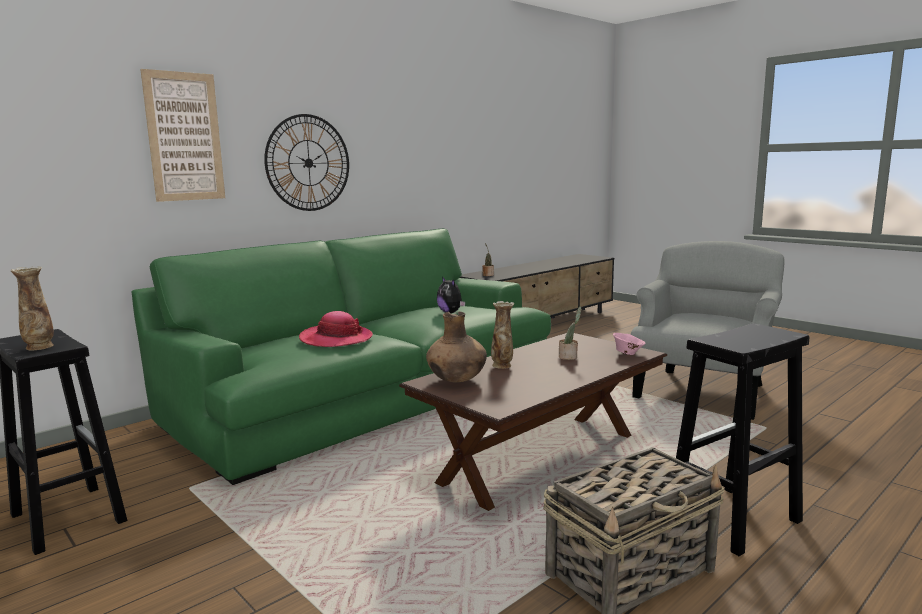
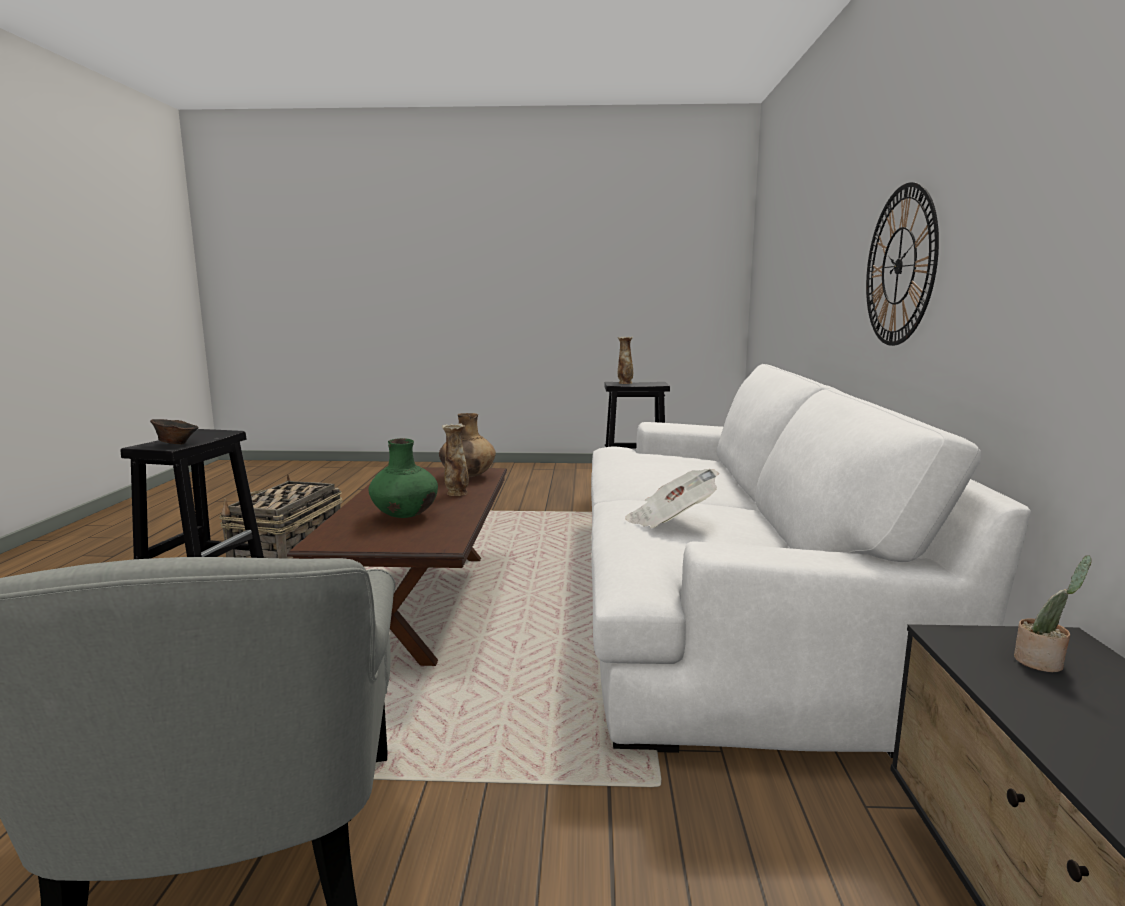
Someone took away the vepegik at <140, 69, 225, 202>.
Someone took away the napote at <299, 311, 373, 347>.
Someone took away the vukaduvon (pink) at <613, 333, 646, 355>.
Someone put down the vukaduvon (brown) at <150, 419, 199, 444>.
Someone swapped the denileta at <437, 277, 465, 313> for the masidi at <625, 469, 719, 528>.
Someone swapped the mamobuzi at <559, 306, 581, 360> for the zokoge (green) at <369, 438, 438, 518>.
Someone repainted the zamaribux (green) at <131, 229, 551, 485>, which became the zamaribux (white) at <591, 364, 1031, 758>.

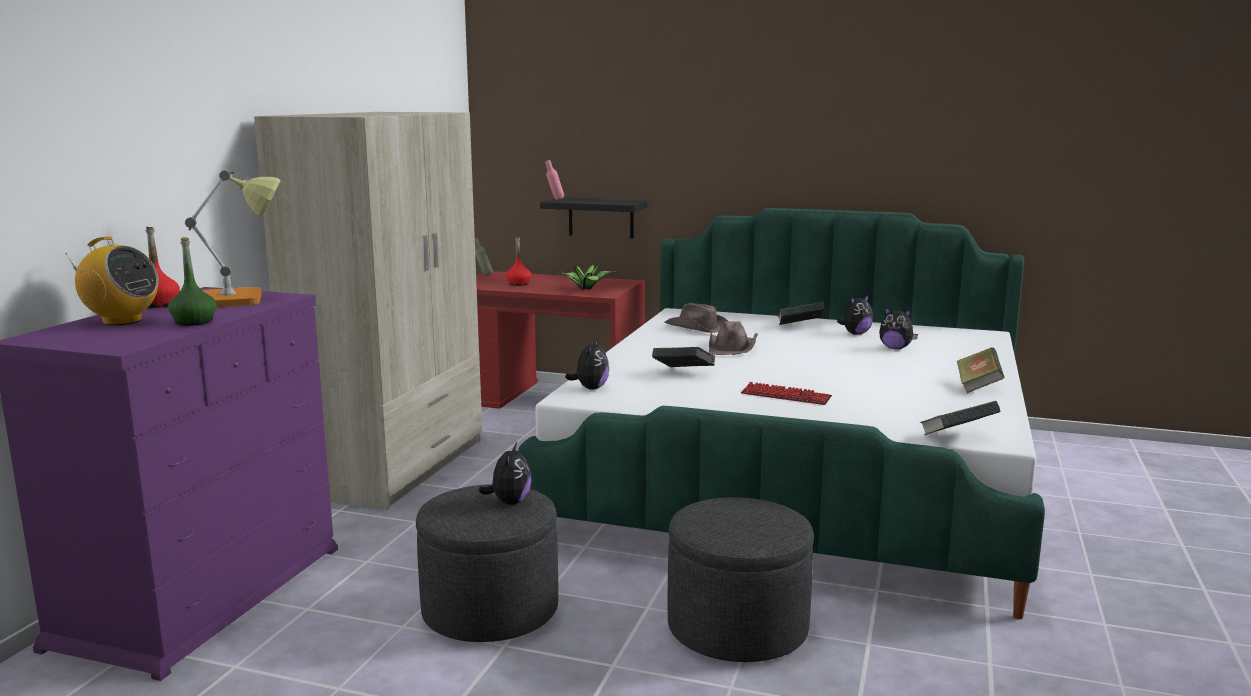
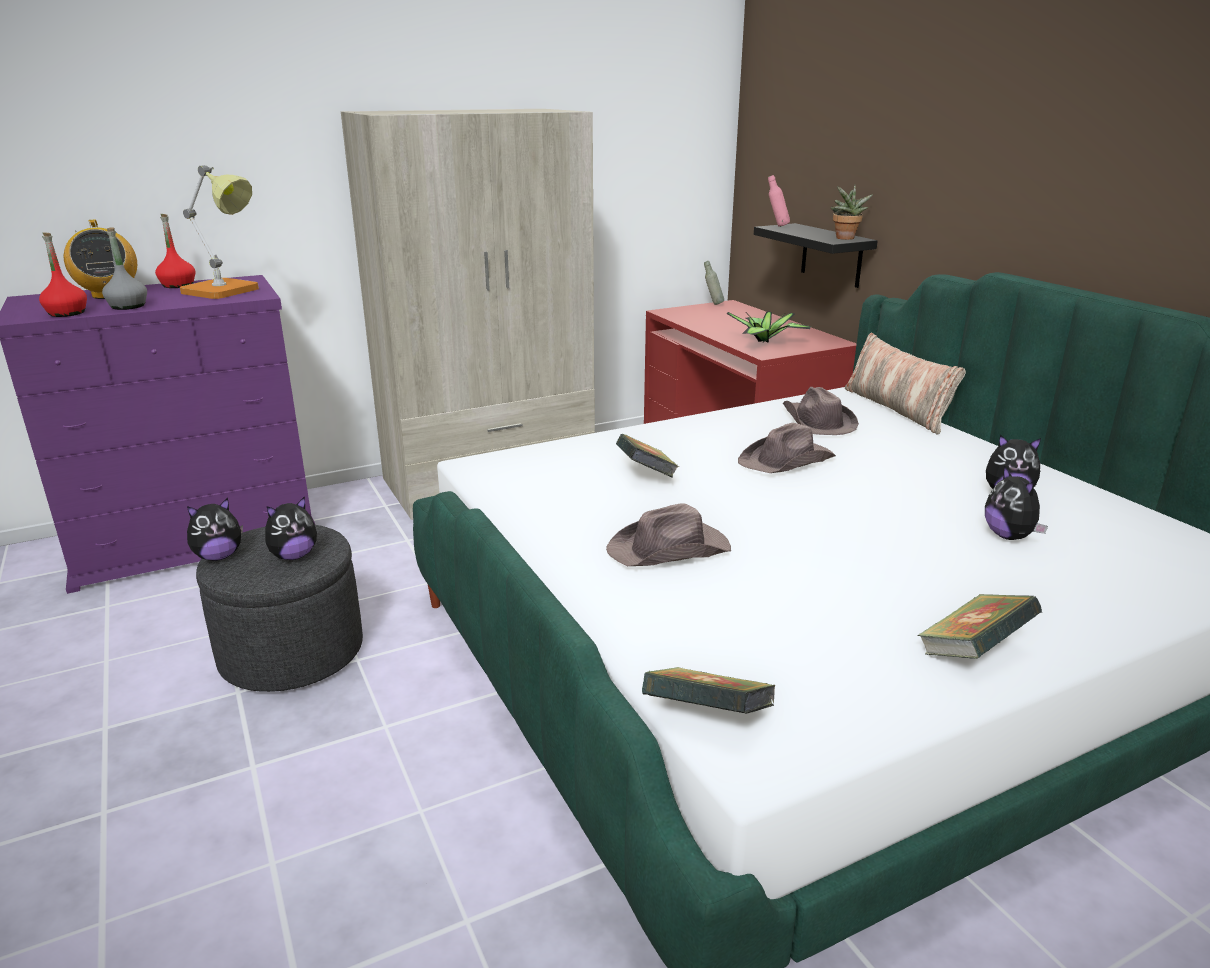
Someone took away the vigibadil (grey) at <667, 497, 814, 662>.
Someone took away the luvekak at <778, 302, 825, 325>.
Someone put down the mamobuzi at <831, 185, 873, 240>.
Someone put down the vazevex at <845, 333, 966, 435>.
Someone carried the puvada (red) from <506, 236, 531, 286> to <39, 233, 87, 317>.
Someone carried the denileta from <565, 338, 609, 389> to <187, 498, 243, 561>.
Someone swapped the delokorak at <741, 382, 832, 405> for the napote (brown) at <606, 503, 731, 566>.
Someone repainted the puvada (green) at <168, 237, 216, 326>, which became the puvada (grey) at <102, 227, 147, 310>.

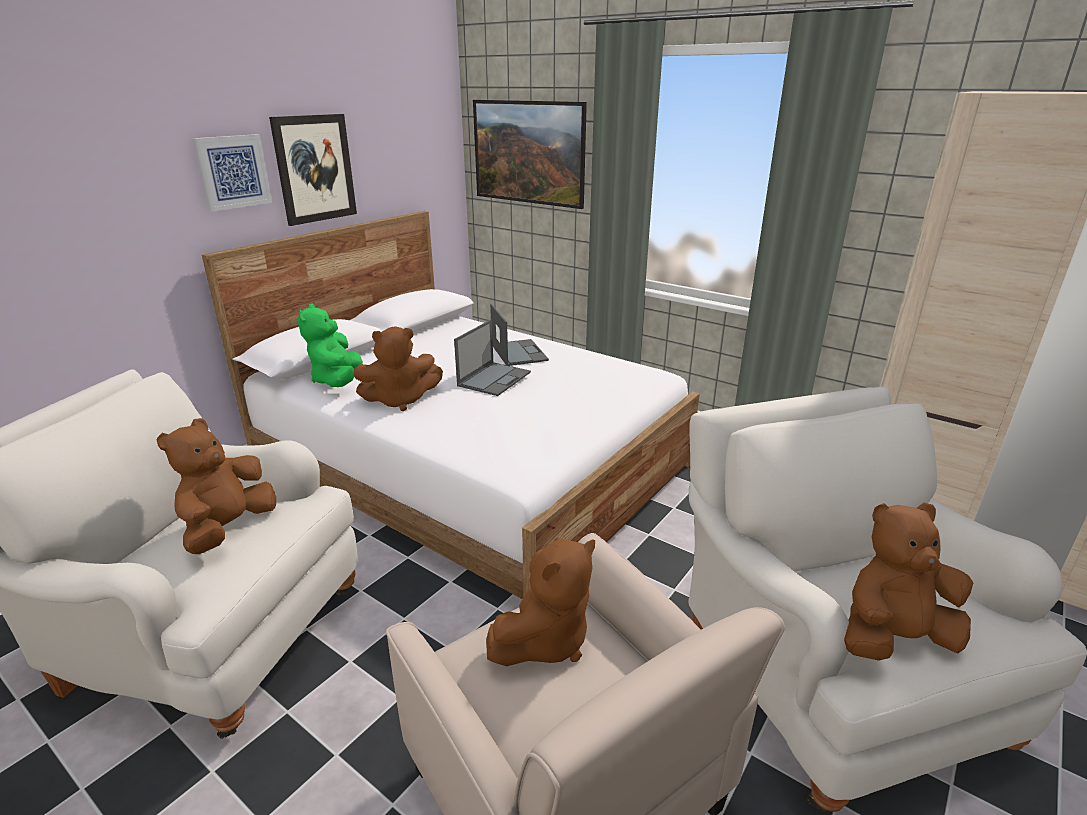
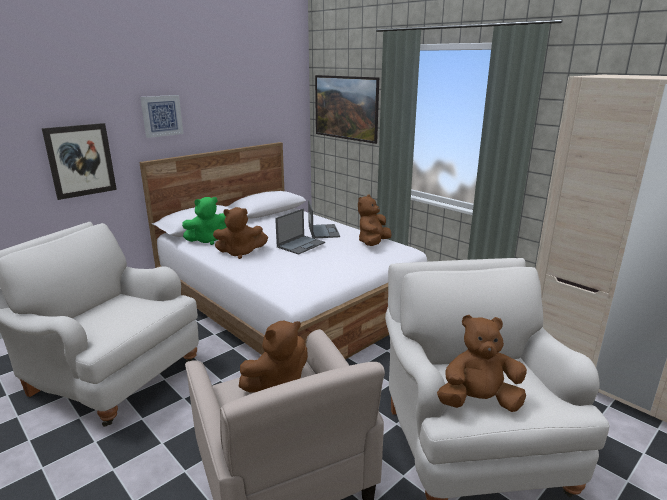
Someone carried the denileta (brown) from <156, 418, 276, 554> to <358, 194, 392, 246>.
Someone carried the vepegik from <269, 114, 357, 226> to <42, 123, 117, 200>.
Someone rotated the denileta (green) at <298, 303, 363, 387> by 120 degrees counterclockwise.

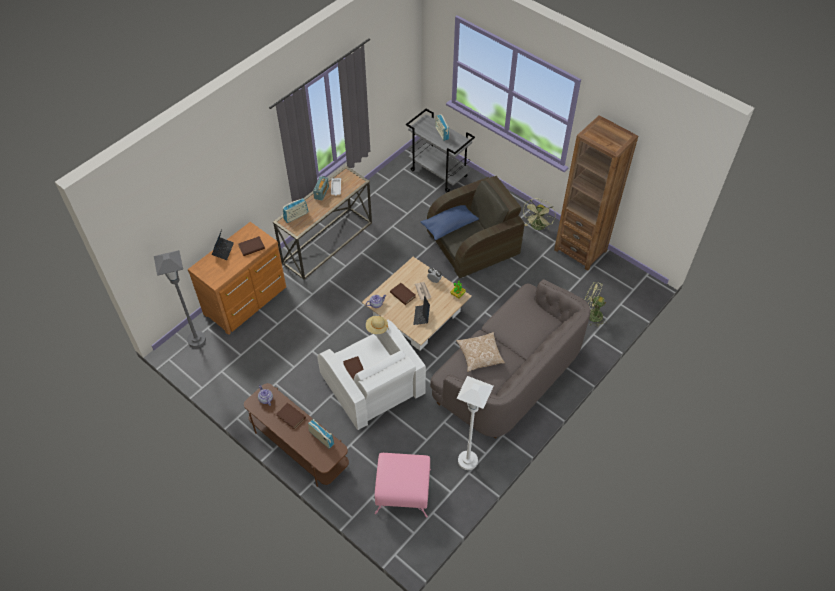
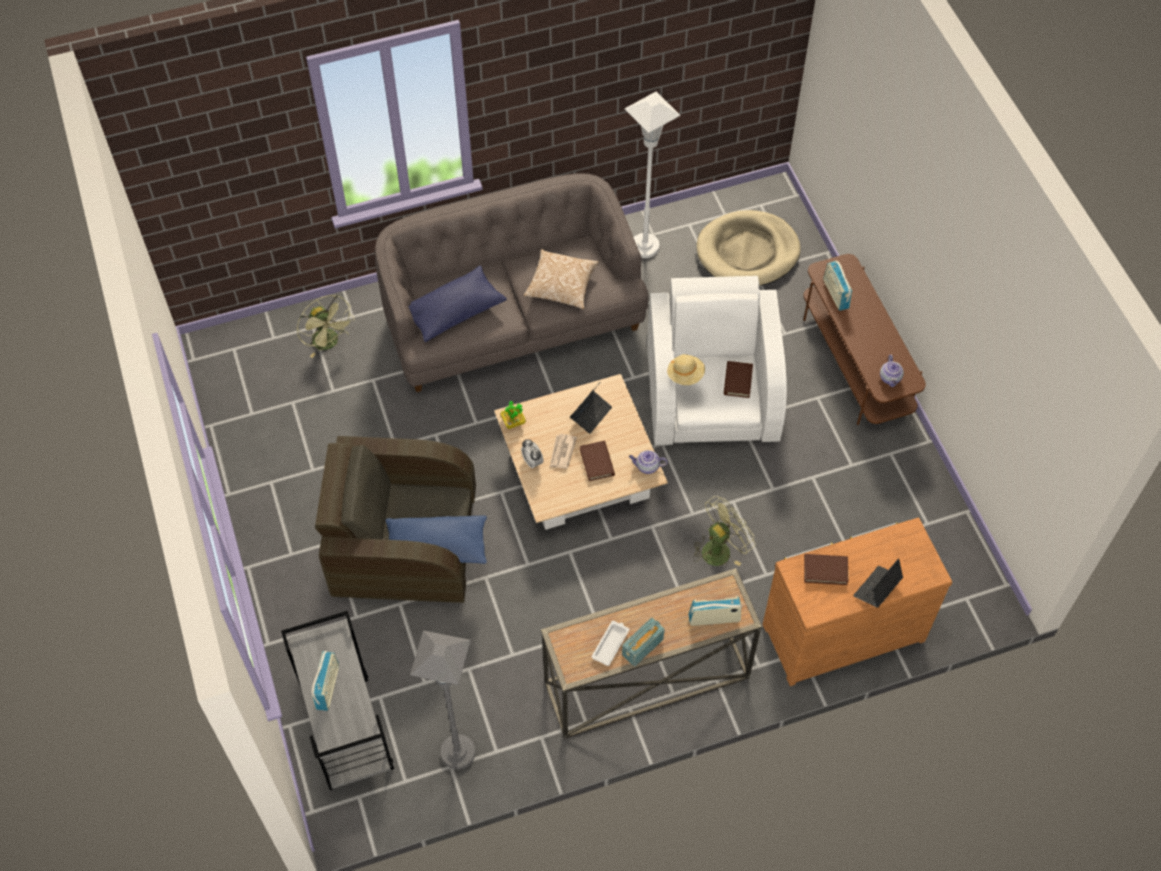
Someone took away the luvekak (brown) at <276, 403, 306, 429>.
Someone took away the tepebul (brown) at <554, 115, 638, 271>.
Someone put down the vazevex (blue) at <409, 266, 507, 342>.
Someone carried the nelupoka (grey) from <154, 250, 206, 348> to <410, 630, 475, 769>.
Someone carried the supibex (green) from <522, 199, 556, 230> to <693, 496, 755, 566>.
Someone swapped the vigibadil (pink) at <375, 453, 431, 518> for the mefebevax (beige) at <697, 210, 801, 286>.

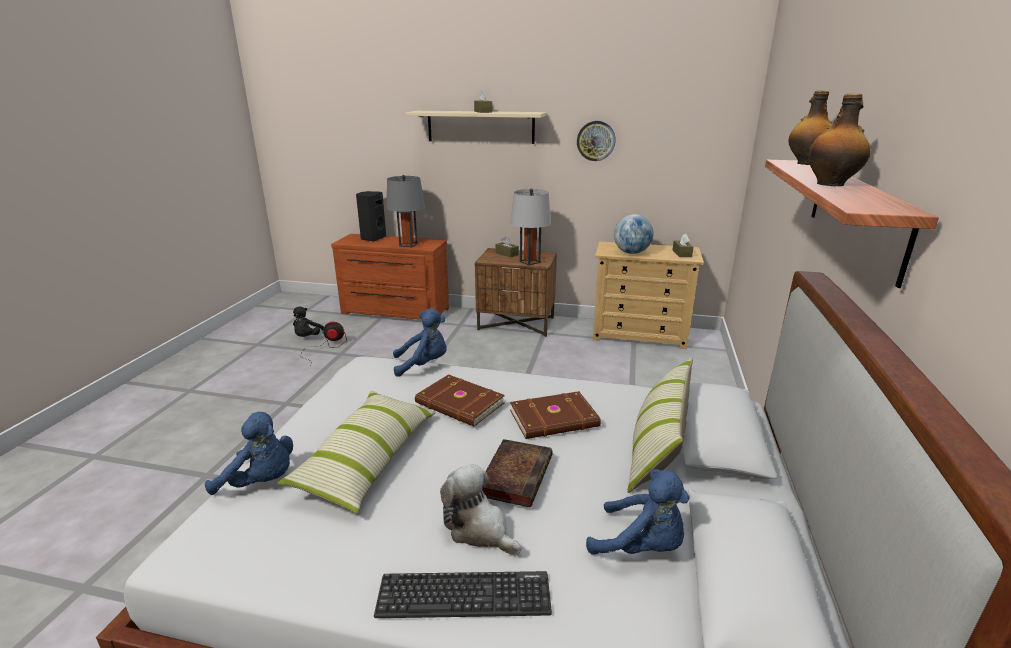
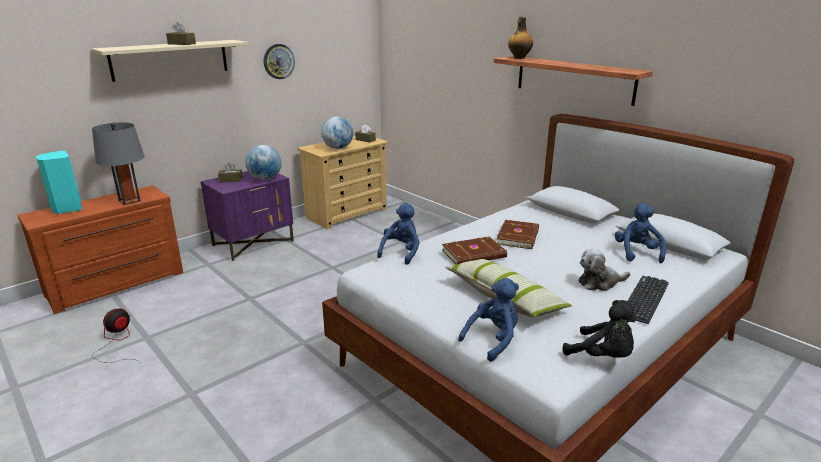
Someone took away the luvekak at <482, 439, 553, 508>.
Someone took away the vazevex at <627, 357, 693, 493>.
Someone took away the puvada at <808, 94, 870, 186>.
Someone carried the denileta (black) from <293, 306, 324, 337> to <563, 300, 637, 358>.
Someone swapped the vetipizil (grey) at <511, 188, 551, 265> for the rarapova at <245, 145, 281, 180>.
Someone repainted the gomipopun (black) at <356, 191, 386, 242>, which became the gomipopun (turquoise) at <36, 151, 82, 214>.
Someone repainted the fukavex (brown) at <475, 248, 557, 337>, which became the fukavex (purple) at <201, 171, 294, 261>.
Someone rotated the denileta (blue) at <586, 469, 690, 555> by 60 degrees counterclockwise.

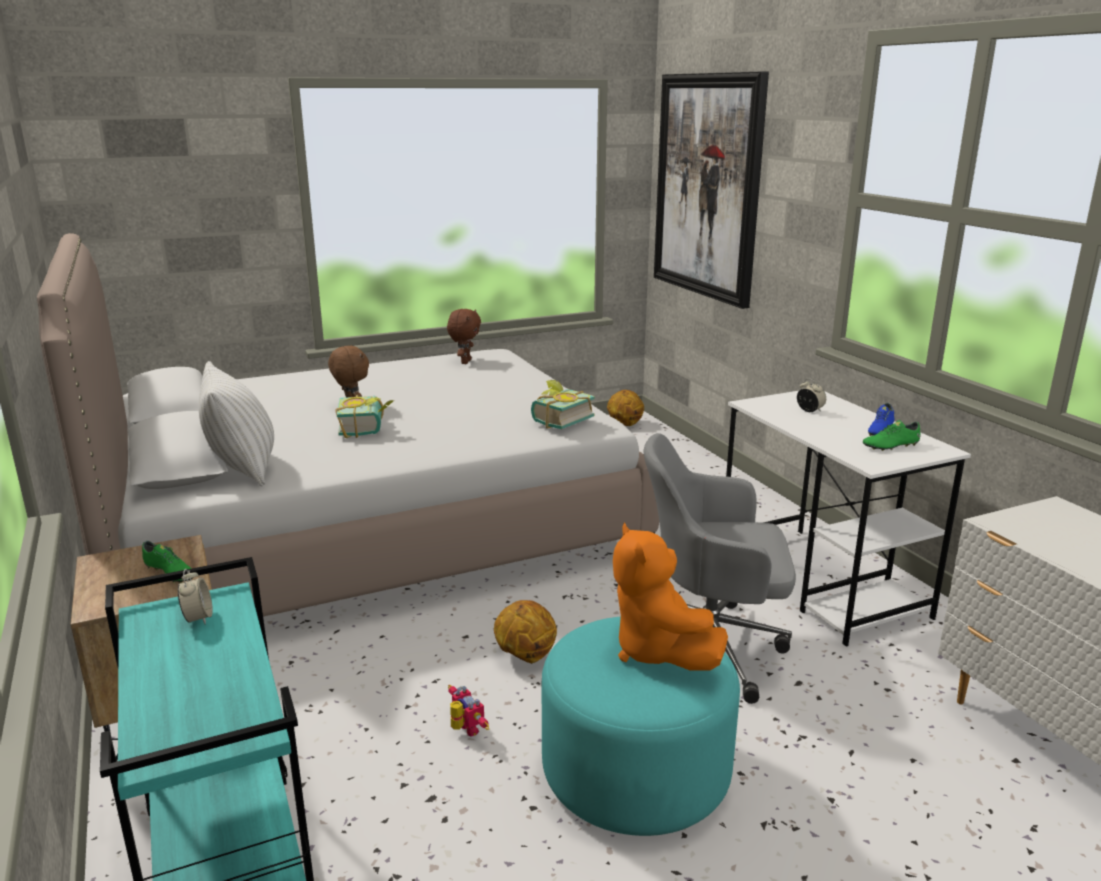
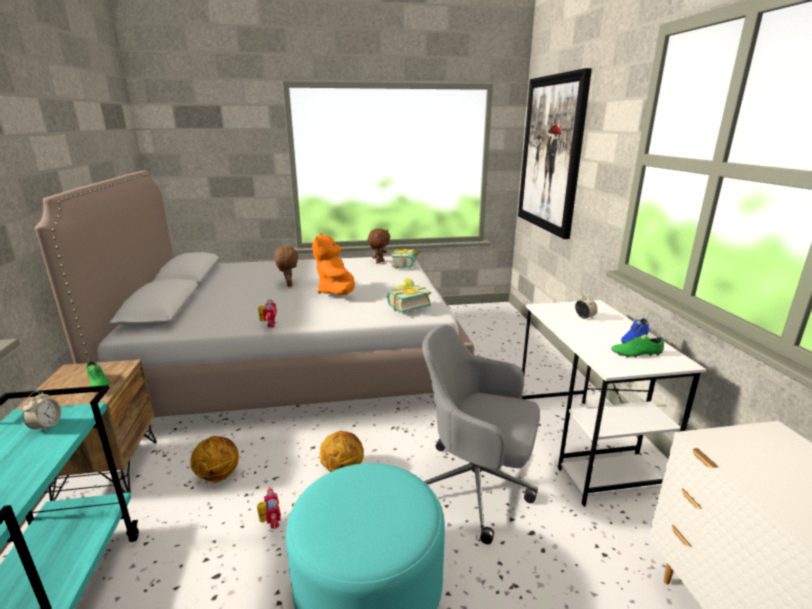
Someone took away the vazevex (white) at <199, 361, 274, 487>.
Someone put down the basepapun at <258, 299, 277, 328>.
Someone carried the luvekak from <335, 395, 394, 438> to <392, 248, 422, 269>.
Someone carried the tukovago from <607, 390, 644, 426> to <191, 436, 239, 483>.
Someone carried the denileta (orange) from <613, 523, 728, 671> to <312, 233, 355, 295>.

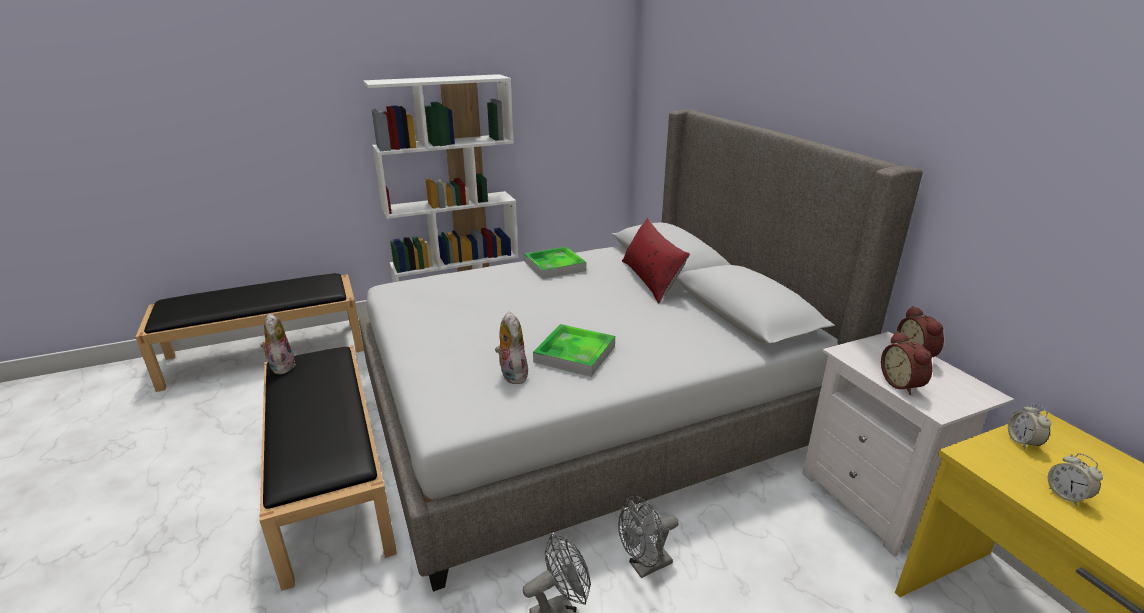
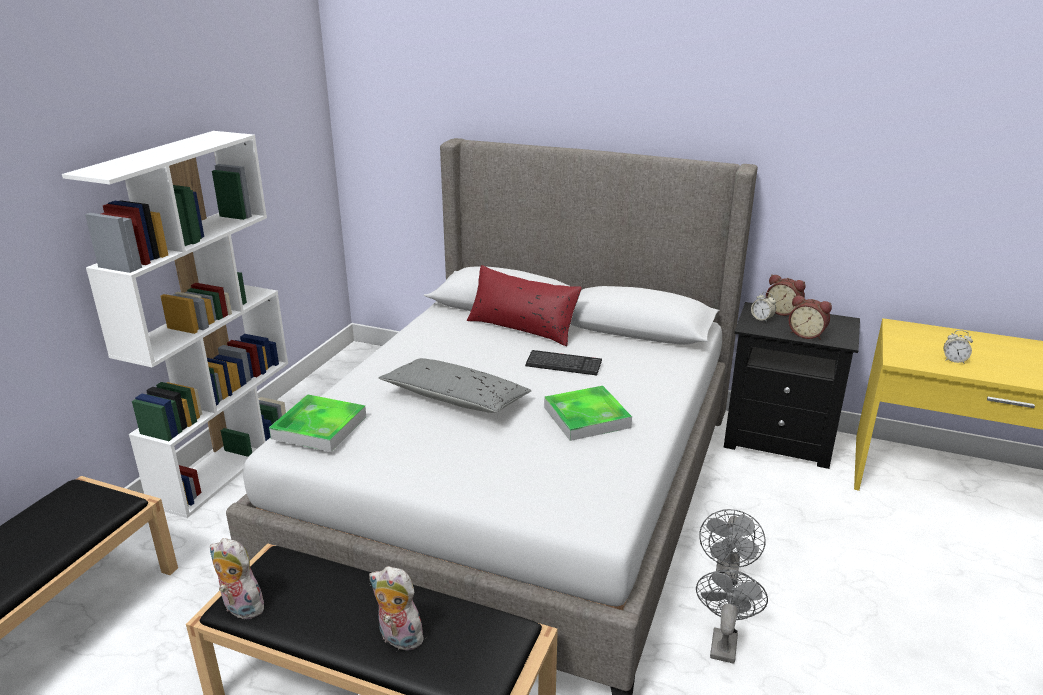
Someone put down the vazevex (grey) at <378, 358, 532, 413>.
Someone put down the delokorak at <525, 350, 602, 375>.
Someone carried the denileta from <495, 311, 528, 384> to <369, 566, 426, 650>.
Someone carried the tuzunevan from <525, 247, 586, 279> to <269, 395, 366, 452>.
Someone carried the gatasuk from <1008, 404, 1051, 449> to <751, 292, 776, 323>.
Someone repainted the fukavex (white) at <802, 332, 1014, 557>, which became the fukavex (black) at <724, 302, 860, 469>.

